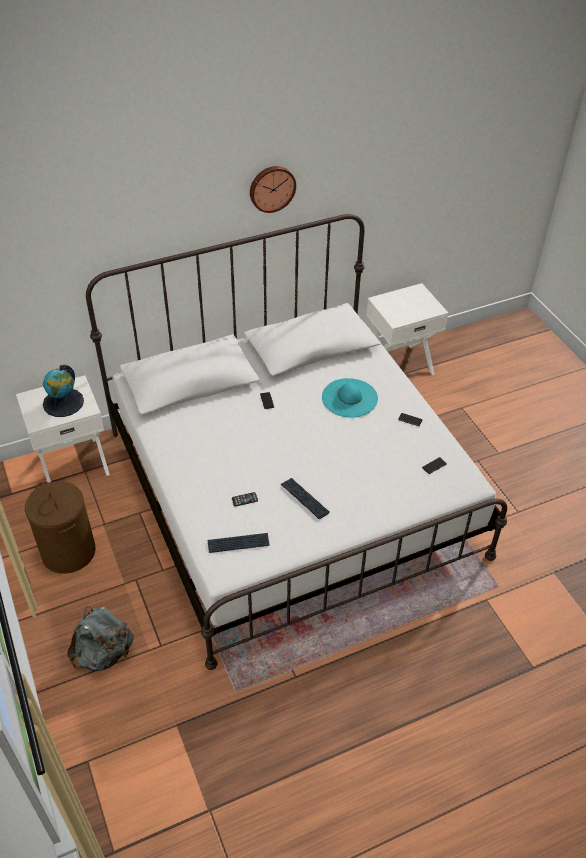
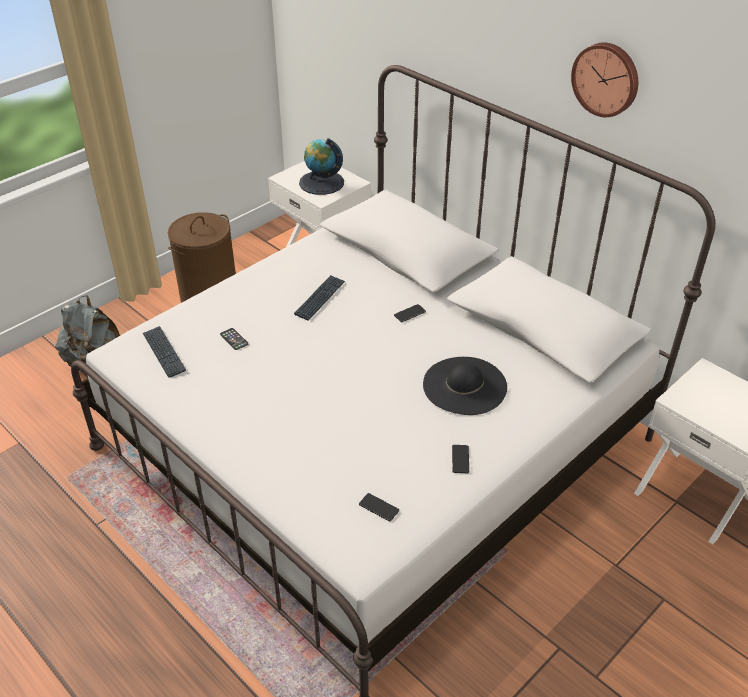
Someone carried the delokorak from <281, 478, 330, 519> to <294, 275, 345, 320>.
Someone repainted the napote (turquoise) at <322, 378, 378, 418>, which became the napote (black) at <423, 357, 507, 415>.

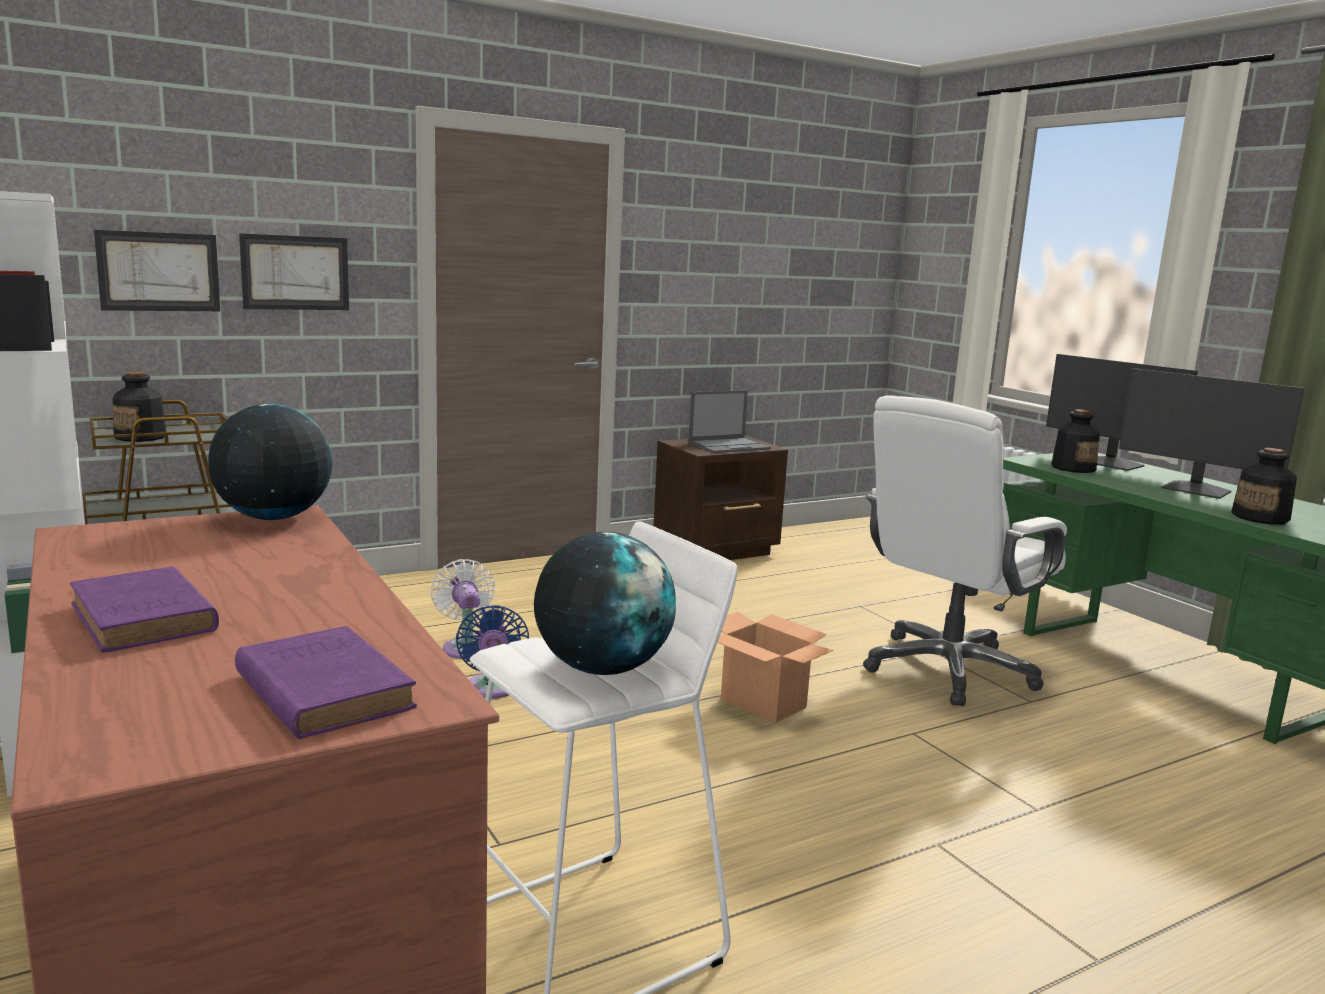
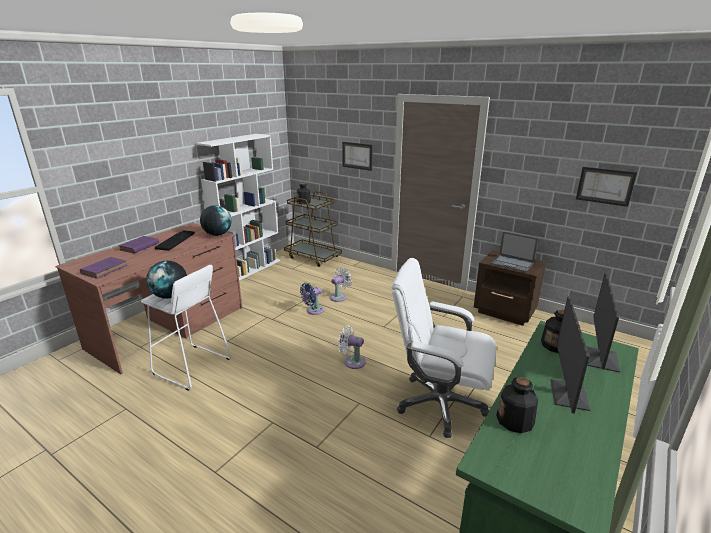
Someone put down the delokorak at <155, 230, 195, 251>.
Someone carried the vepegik from <94, 230, 220, 311> to <576, 167, 637, 207>.
Someone swapped the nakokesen at <717, 611, 833, 723> for the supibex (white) at <338, 325, 366, 369>.

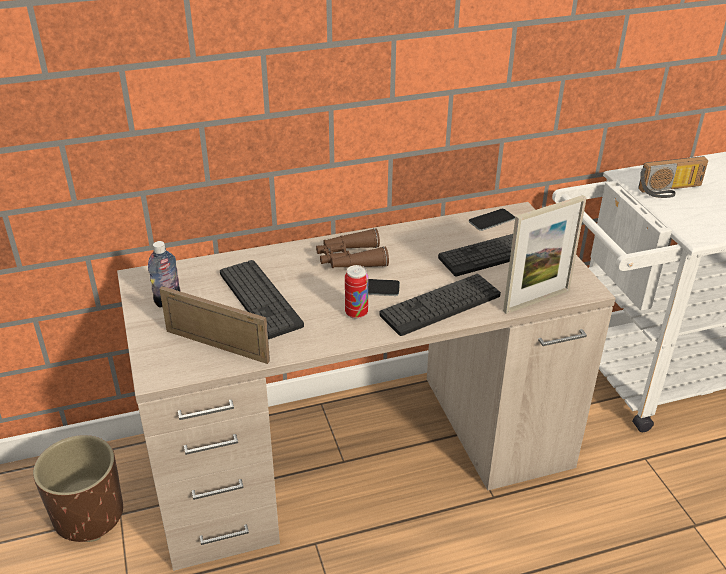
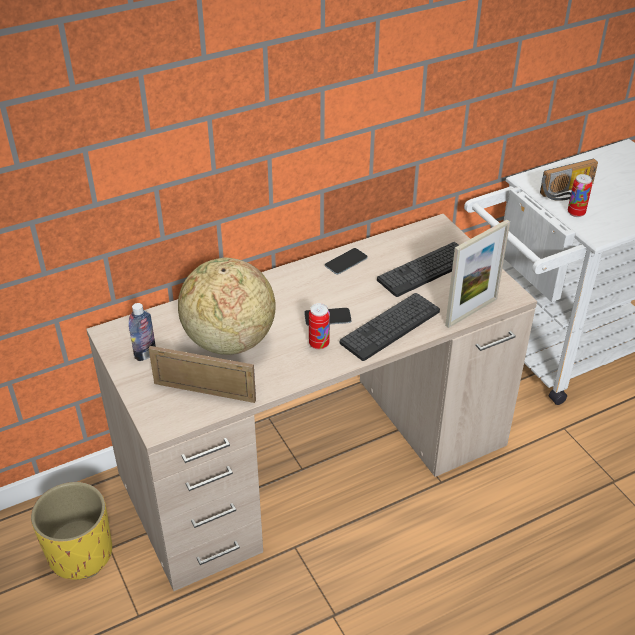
Someone took away the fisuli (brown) at <316, 228, 389, 268>.
Someone put down the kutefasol at <568, 174, 592, 217>.
Someone carried the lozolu from <469, 209, 515, 231> to <325, 248, 368, 274>.
Someone swapped the delokorak at <220, 260, 304, 339> for the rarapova at <178, 258, 276, 355>.
Someone repainted the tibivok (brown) at <33, 435, 123, 542>, which became the tibivok (yellow) at <31, 482, 112, 580>.

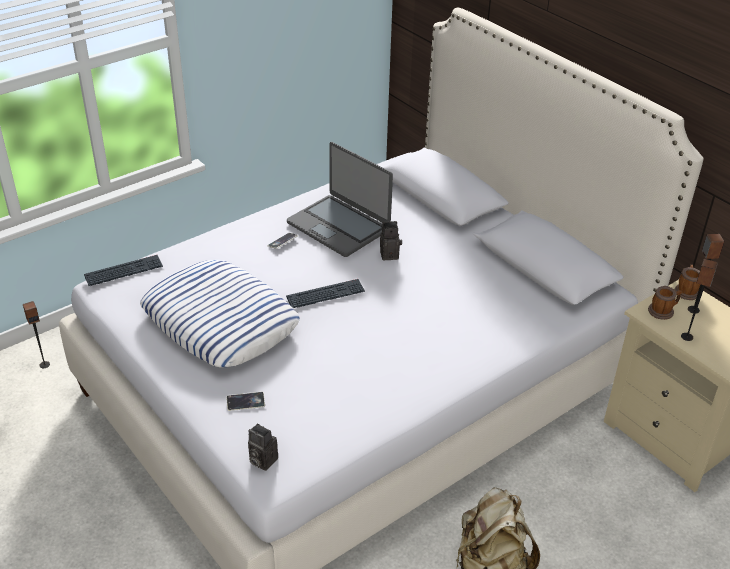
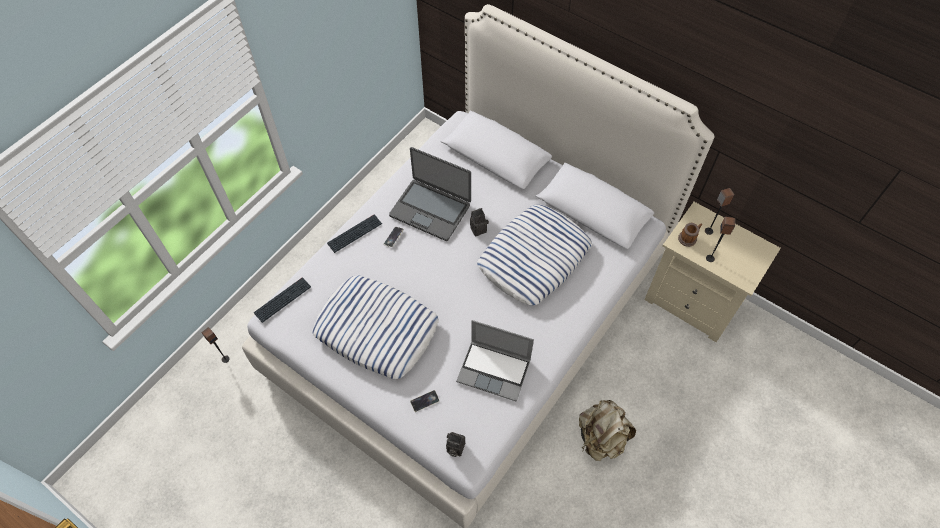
Someone took away the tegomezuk at <675, 265, 700, 300>.
Someone put down the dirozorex at <456, 320, 534, 402>.
Someone put down the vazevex at <477, 204, 592, 305>.
Someone carried the delokorak from <286, 279, 365, 309> to <327, 214, 382, 253>.

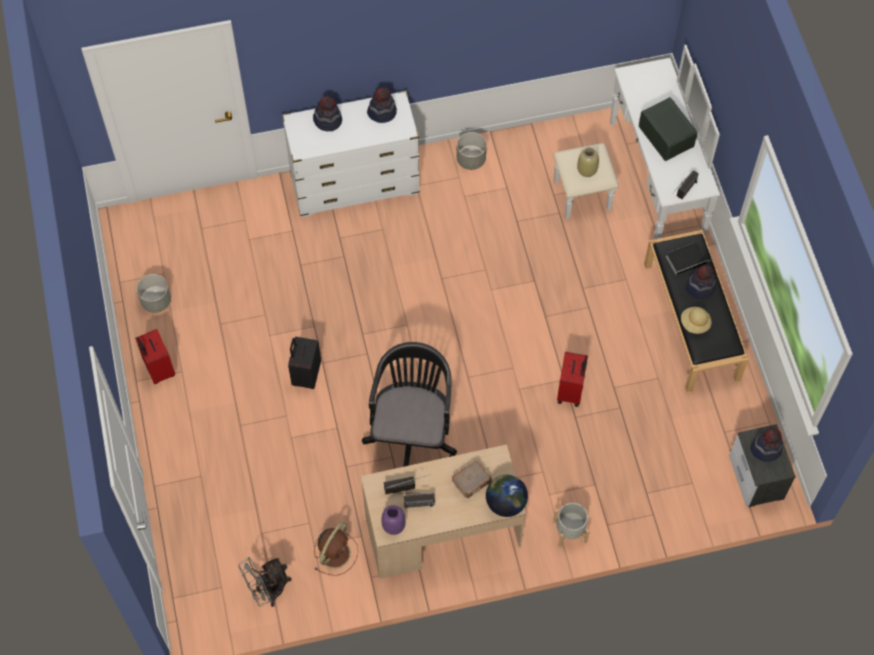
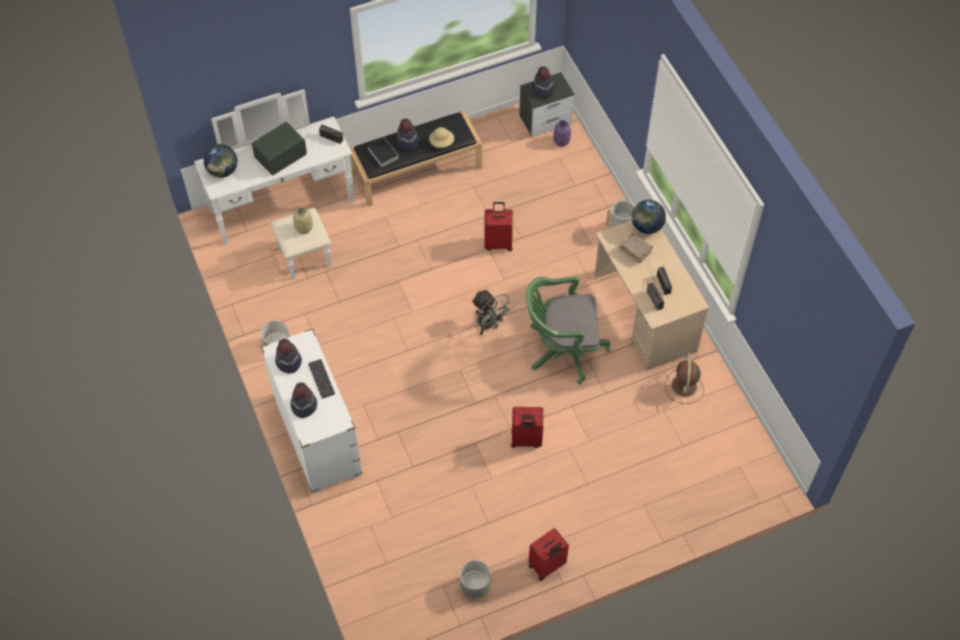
Someone put down the rarapova at <204, 144, 237, 178>.
Someone put down the delokorak at <308, 359, 335, 399>.
Someone carried the supibex (grey) from <239, 557, 292, 607> to <472, 290, 514, 335>.
Someone carried the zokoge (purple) from <381, 505, 406, 535> to <553, 120, 571, 146>.
Someone repainted the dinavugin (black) at <288, 337, 321, 389>, which became the dinavugin (red) at <511, 407, 543, 448>.
Someone repainted the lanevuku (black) at <362, 342, 457, 467>, which became the lanevuku (green) at <526, 276, 610, 384>.
Someone rotated the supibex (brown) at <314, 522, 358, 576> by 105 degrees counterclockwise.

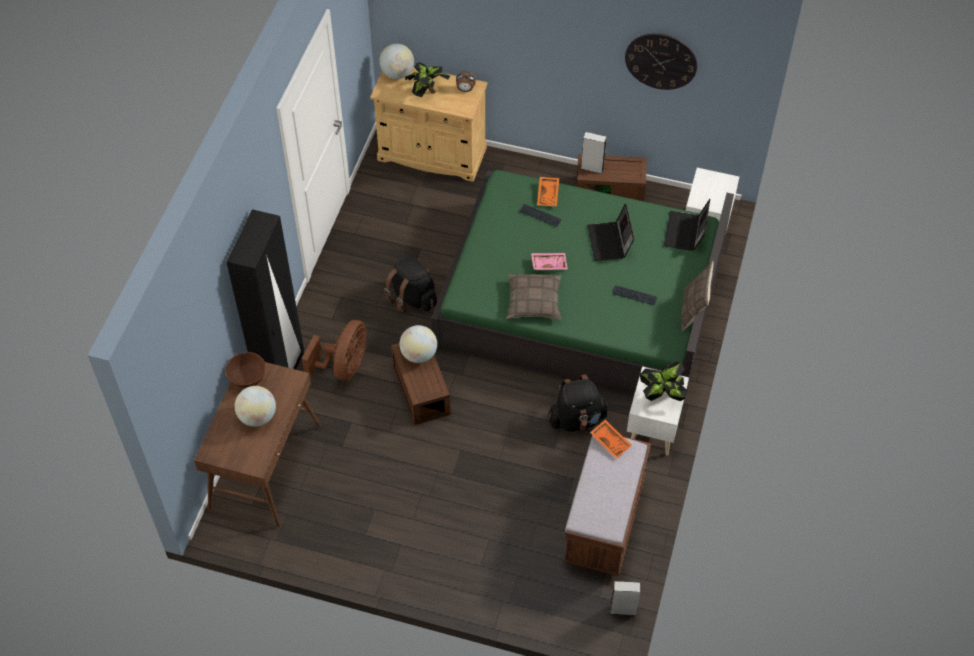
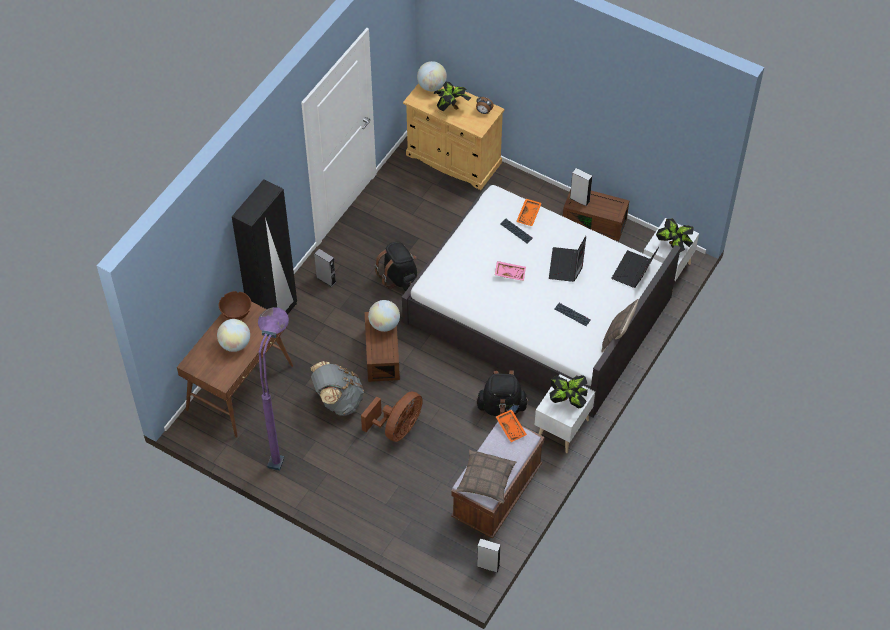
Someone took away the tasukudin at <625, 33, 697, 90>.
Someone put down the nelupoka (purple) at <258, 307, 289, 471>.
Someone put down the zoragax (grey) at <310, 361, 364, 416>.
Someone put down the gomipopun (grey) at <314, 249, 336, 287>.
Someone put down the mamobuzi at <656, 218, 694, 252>.
Someone carried the supibex (brown) from <302, 320, 367, 380> to <361, 392, 423, 442>.
Someone carried the vazevex from <506, 274, 561, 320> to <456, 450, 516, 503>.
Someone repainted the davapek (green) at <431, 170, 734, 408>, which became the davapek (white) at <401, 184, 681, 418>.

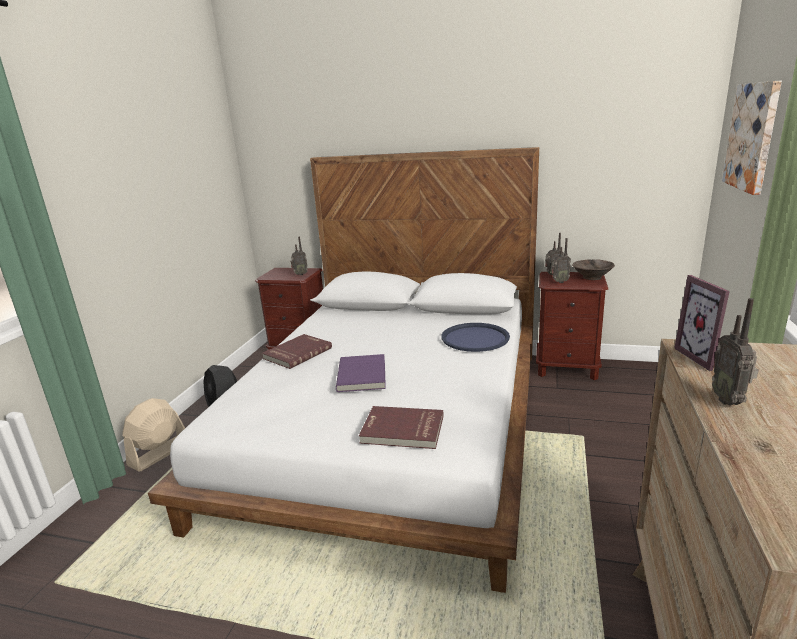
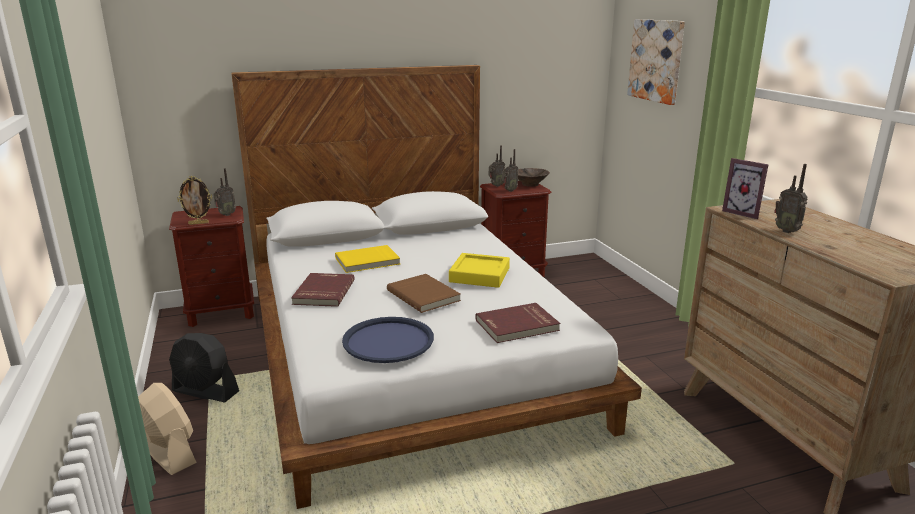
Someone put down the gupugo at <177, 176, 212, 225>.
Someone put down the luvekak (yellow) at <335, 245, 400, 273>.
Someone put down the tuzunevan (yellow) at <449, 253, 510, 288>.
Someone carried the tuzunevan (blue) from <441, 323, 510, 352> to <342, 317, 434, 363>.
Someone repainted the luvekak (purple) at <336, 354, 386, 392>, which became the luvekak (brown) at <387, 274, 461, 313>.
Someone rotated the supibex (beige) at <123, 398, 185, 472> by 135 degrees clockwise.

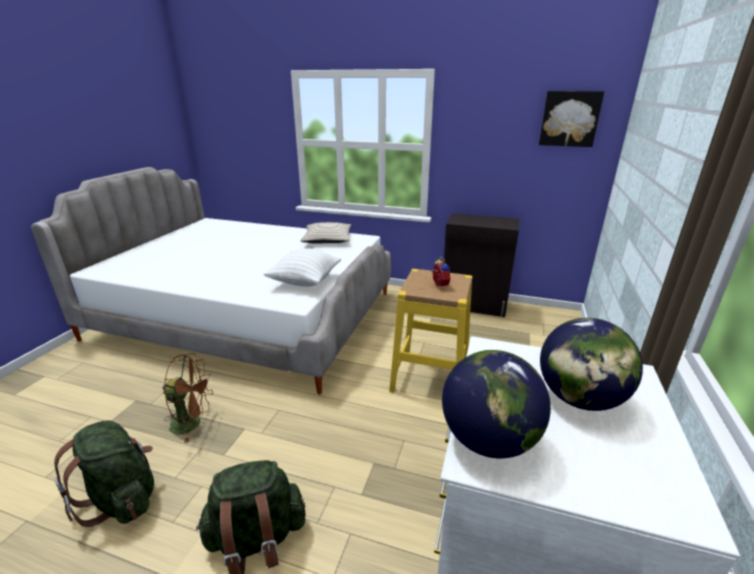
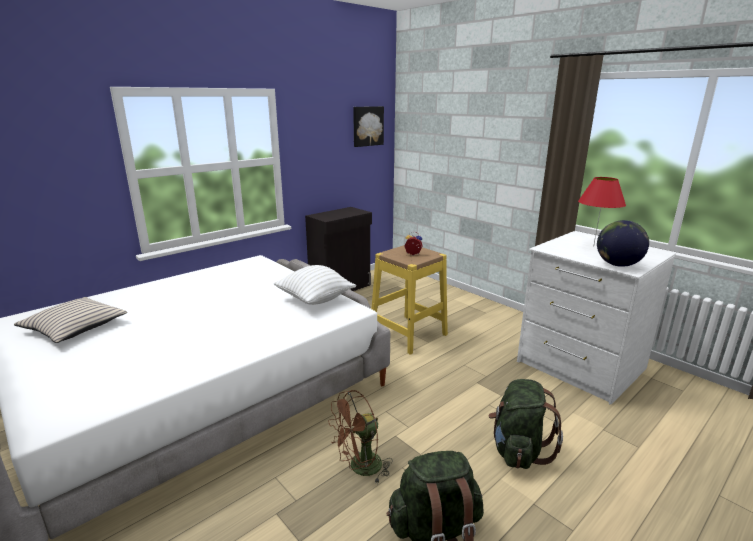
Someone carried the vazevex (beige) from <300, 222, 352, 244> to <14, 297, 127, 343>.
Someone swapped the rarapova at <540, 318, 643, 411> for the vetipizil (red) at <578, 177, 626, 244>.
Someone rotated the supibex (brown) at <162, 353, 213, 443> by 150 degrees counterclockwise.

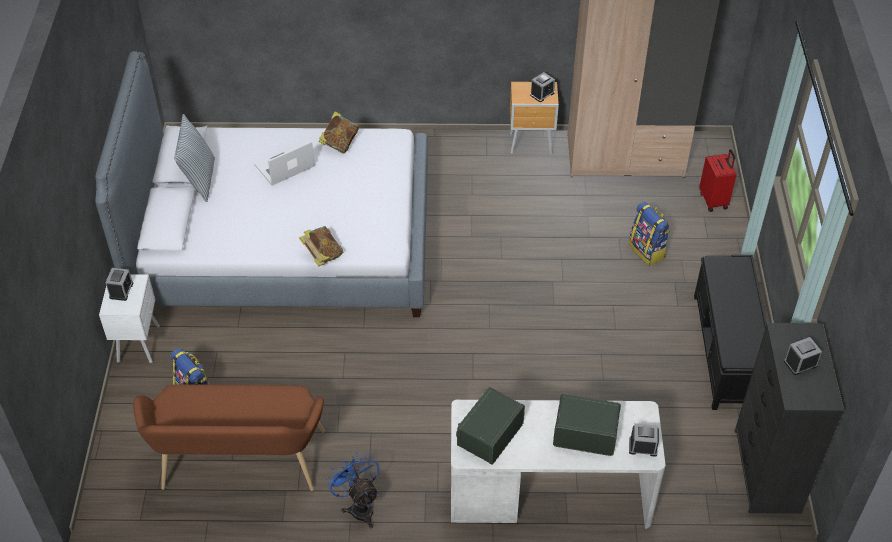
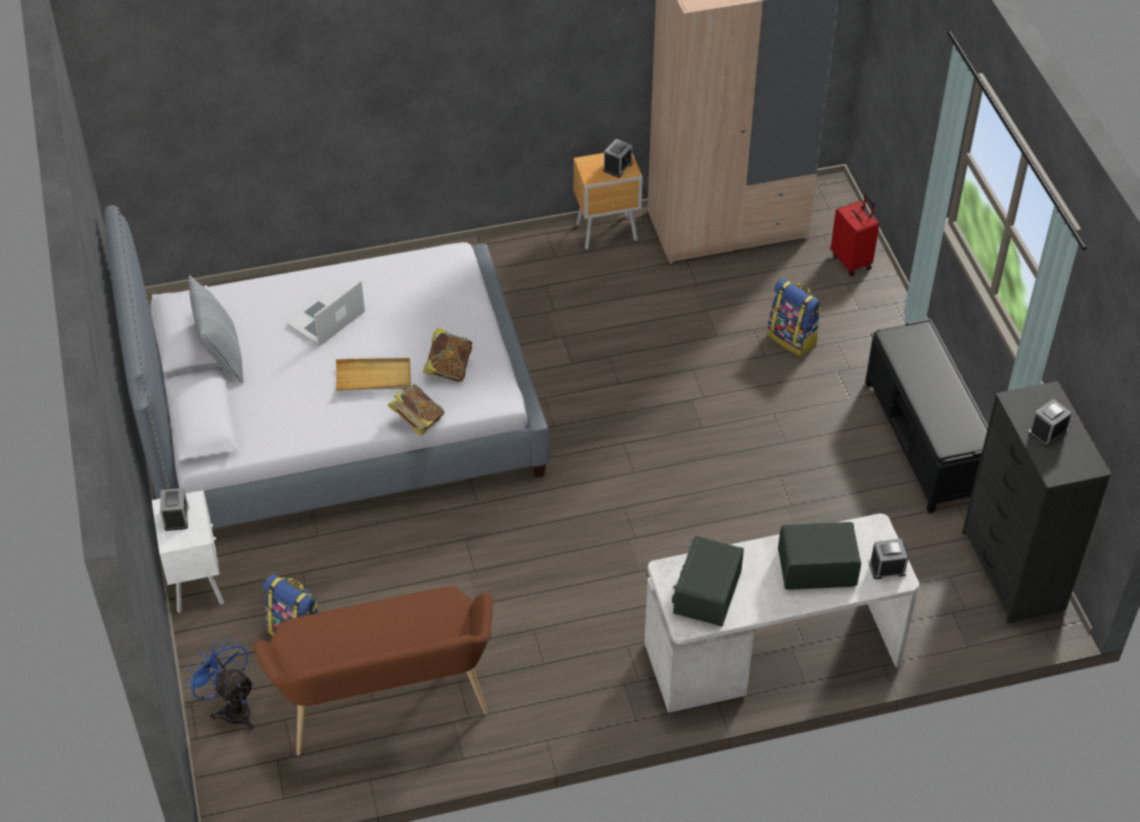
Someone put down the tuzunevan (beige) at <336, 358, 411, 391>.
Someone carried the luvekak from <319, 112, 359, 153> to <423, 328, 472, 382>.
Someone carried the supibex (blue) from <326, 452, 379, 528> to <184, 638, 254, 730>.

